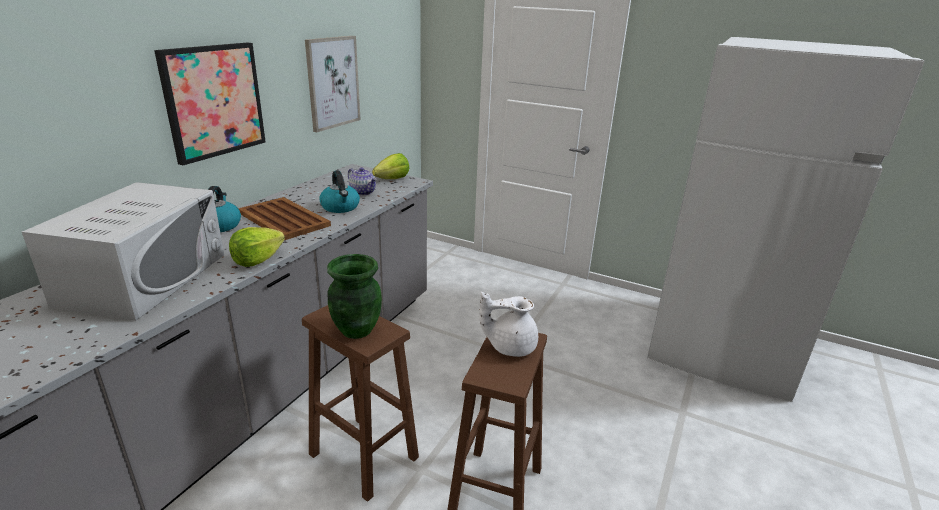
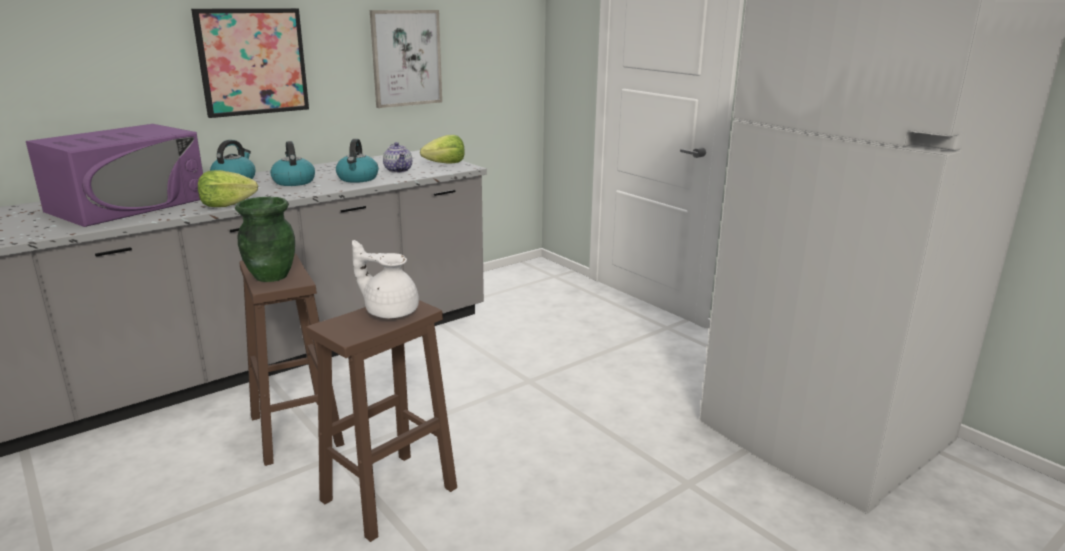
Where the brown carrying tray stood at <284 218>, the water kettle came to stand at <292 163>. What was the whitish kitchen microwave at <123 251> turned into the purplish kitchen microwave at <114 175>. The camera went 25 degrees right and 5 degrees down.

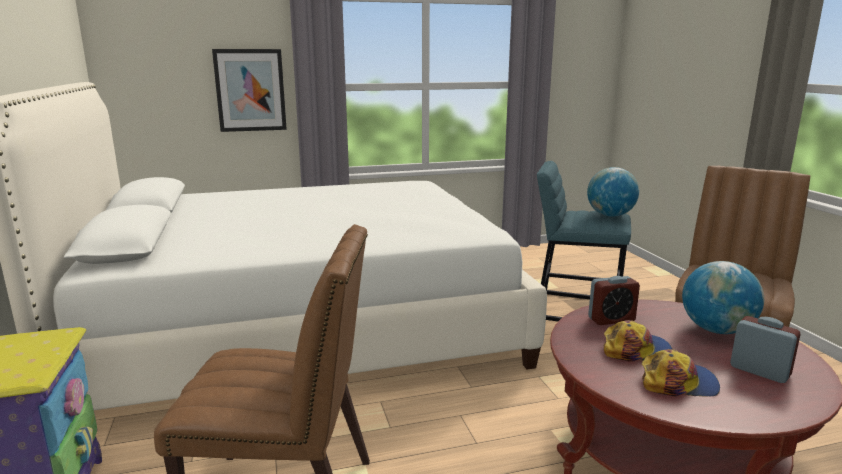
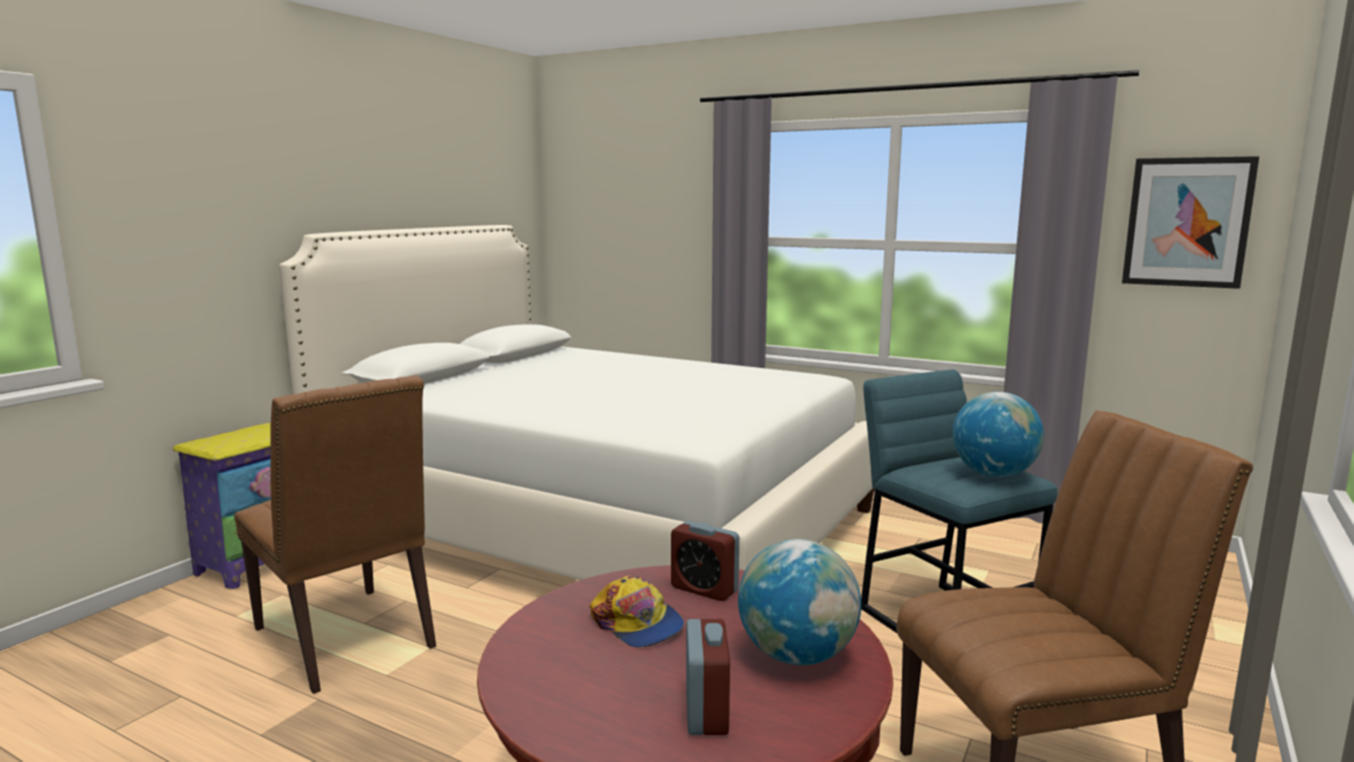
The second view lost the cap at <681 373>. The wall picture ended up elsewhere, having gone from <249 90> to <1190 222>. The camera went 45 degrees right and 5 degrees down.

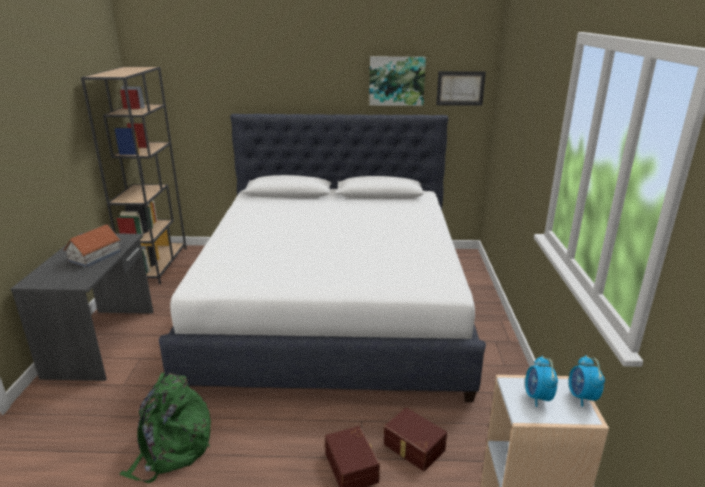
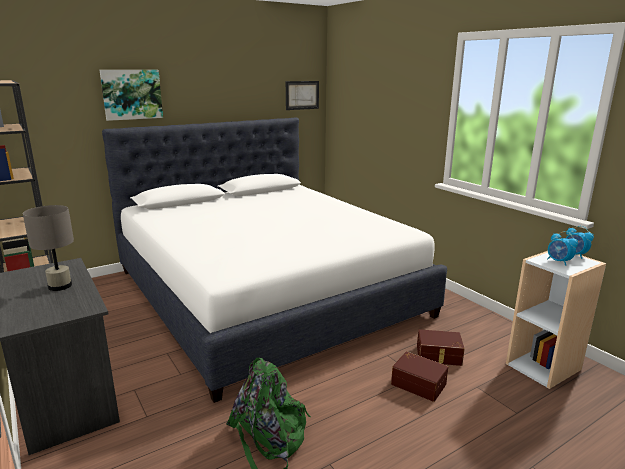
The wall picture ended up elsewhere, having gone from <397 81> to <131 95>. Where the model house stood at <92 246>, the greyish tabletop lamp came to stand at <48 248>. The camera went 35 degrees left and 5 degrees down.

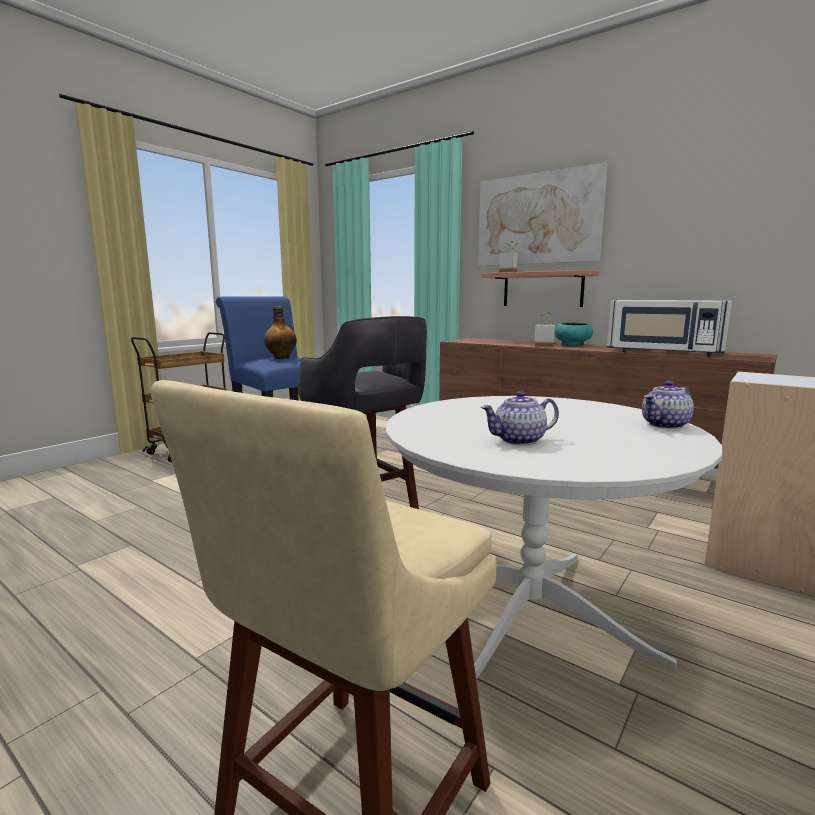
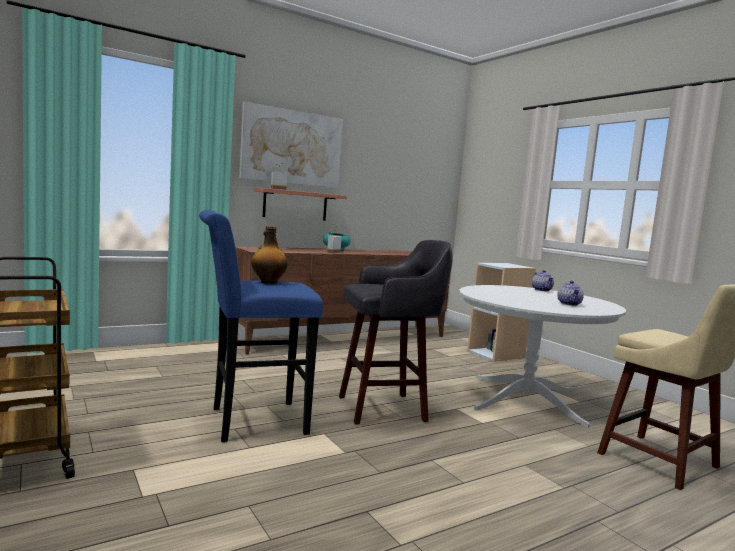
The second view lost the whitish kitchen microwave at <669 328>. The camera went 70 degrees left and 5 degrees down.

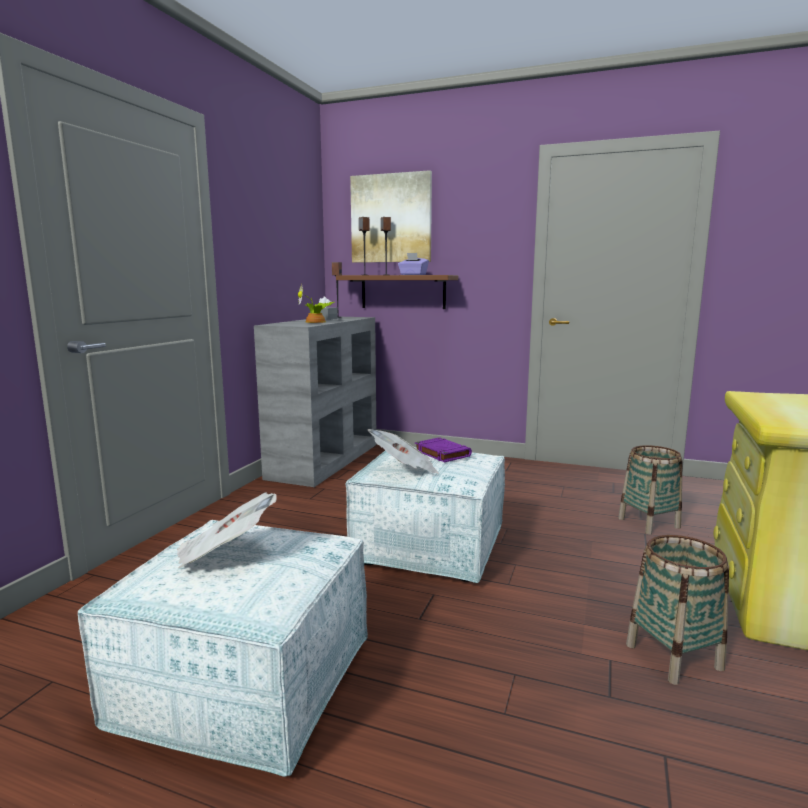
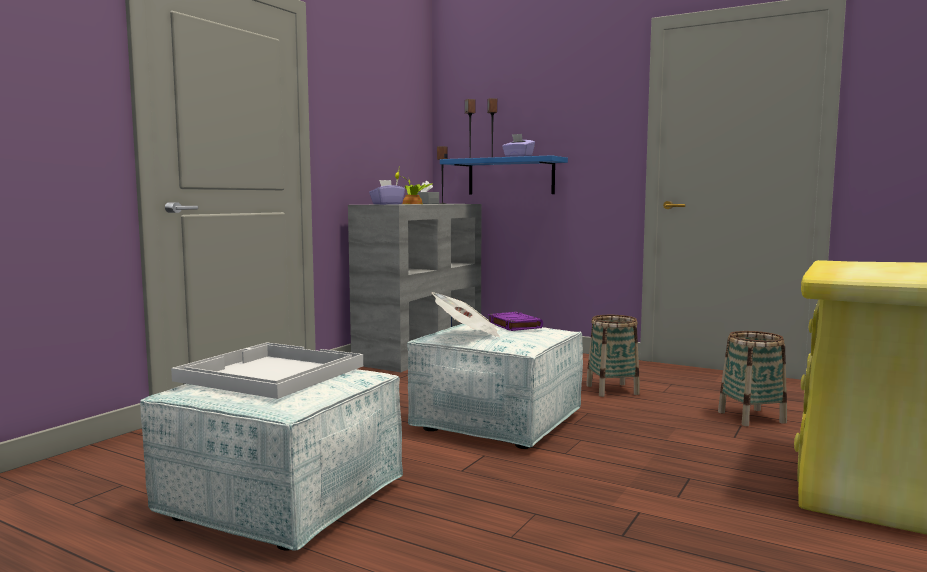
The second view lost the wall picture at <391 216>. The second view gained the purplish tissue box at <387 192>. The household basket ended up elsewhere, having gone from <677 610> to <613 356>. Where the newspaper stood at <227 530>, the whitish carrying tray came to stand at <267 370>. What was the brown wall shelf at <397 292> turned into the bluish wall shelf at <504 174>. The camera went 10 degrees right and 5 degrees down.

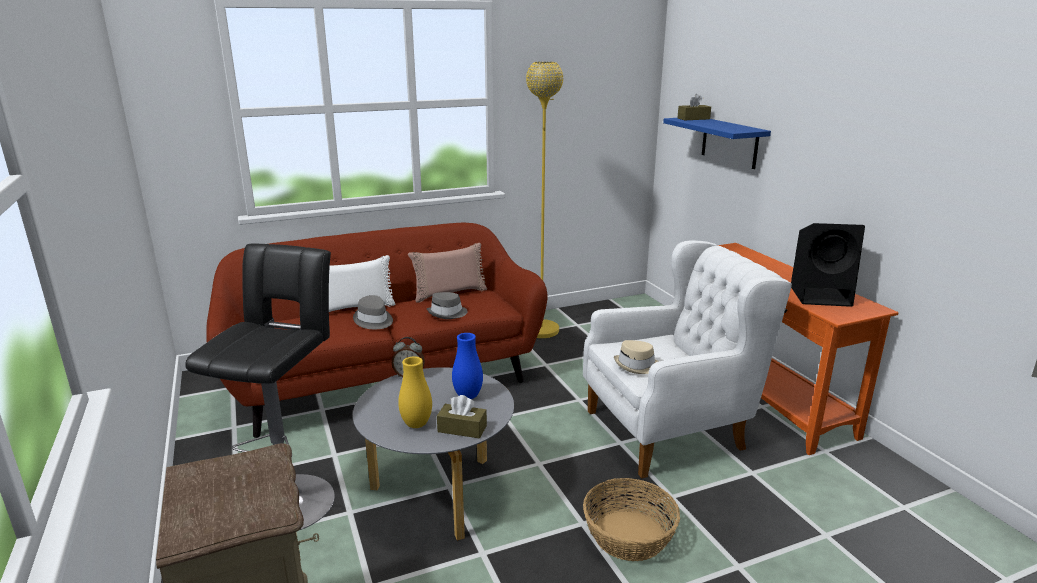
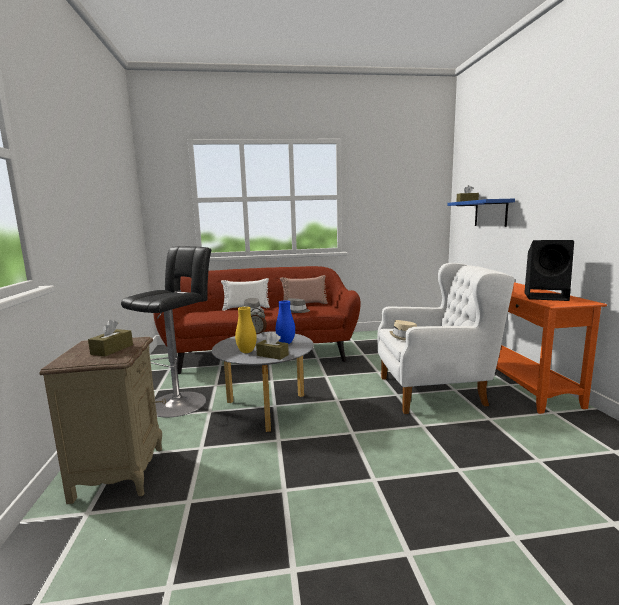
The second view lost the yellow standard lamp at <544 200>. The second view lost the household basket at <631 519>. The second view gained the brown tissue box at <110 338>. The camera went 15 degrees right and 10 degrees down.

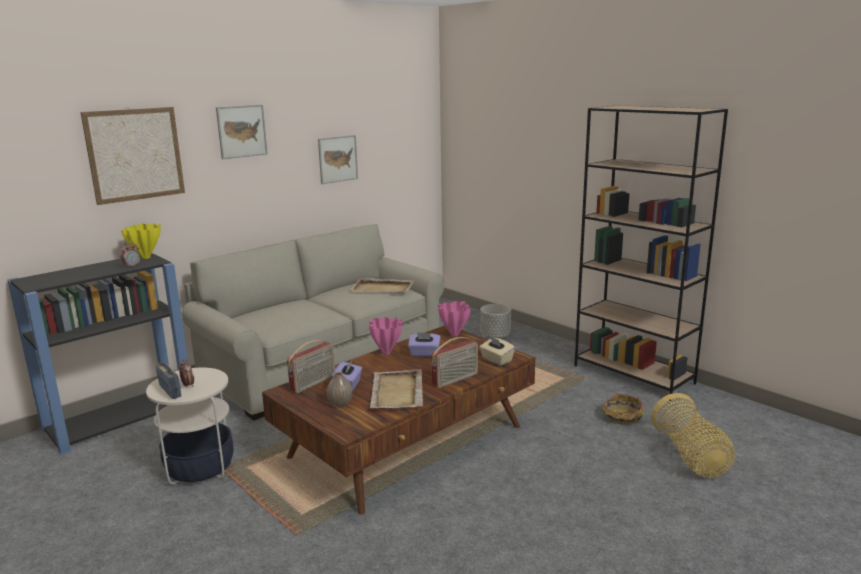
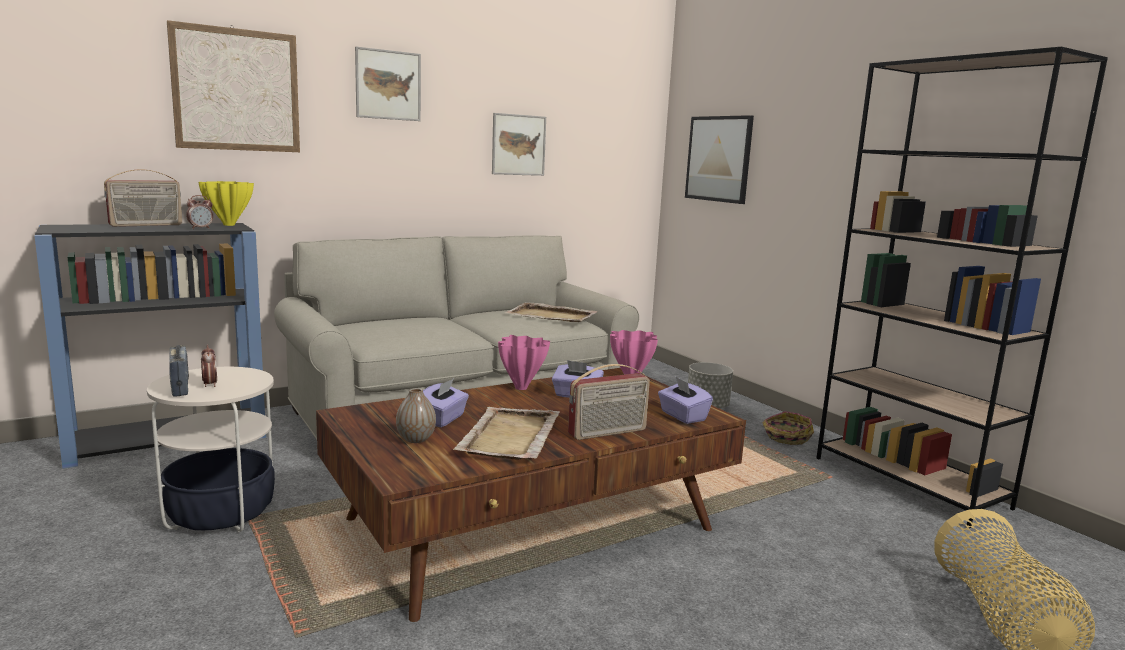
The second view gained the wall picture at <719 159>. The radio set ended up elsewhere, having gone from <311 366> to <143 198>. The household basket ended up elsewhere, having gone from <623 409> to <788 428>. What was the sand-coloured tissue box at <497 351> turned into the purplish tissue box at <685 400>. The camera went 10 degrees right and 5 degrees down.

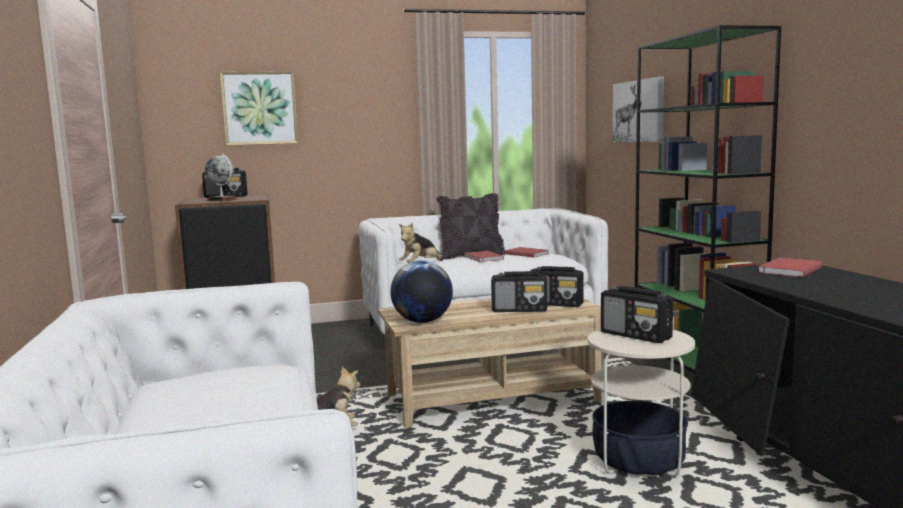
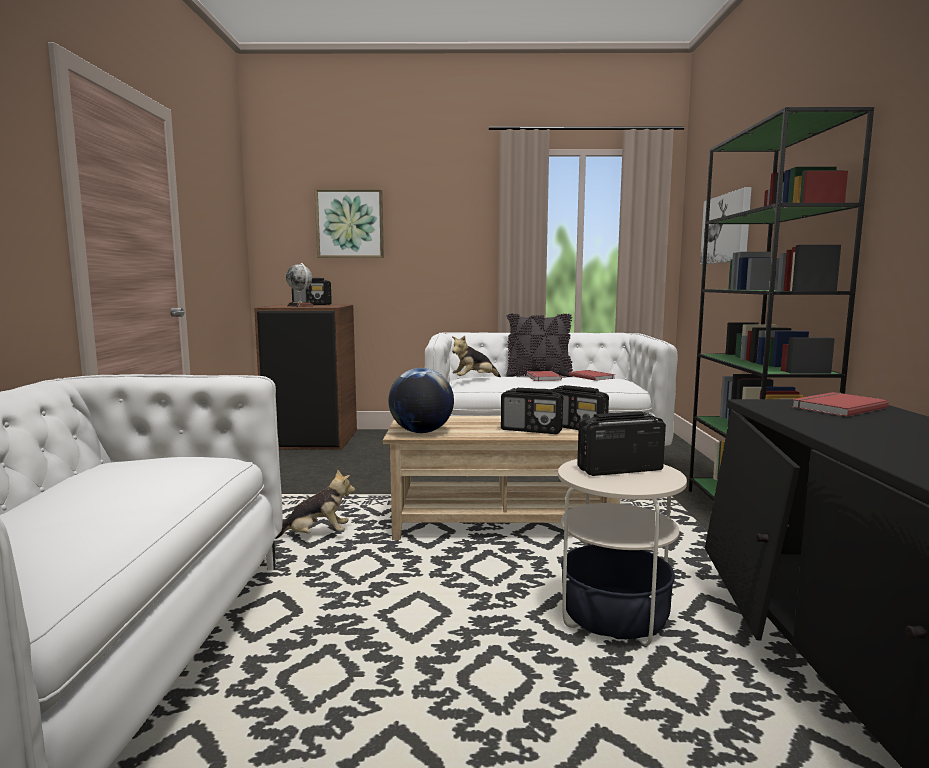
The radio set at <637 314> ended up facing another way, 105 degrees clockwise from before. The camera went 15 degrees right and 0 degrees up.

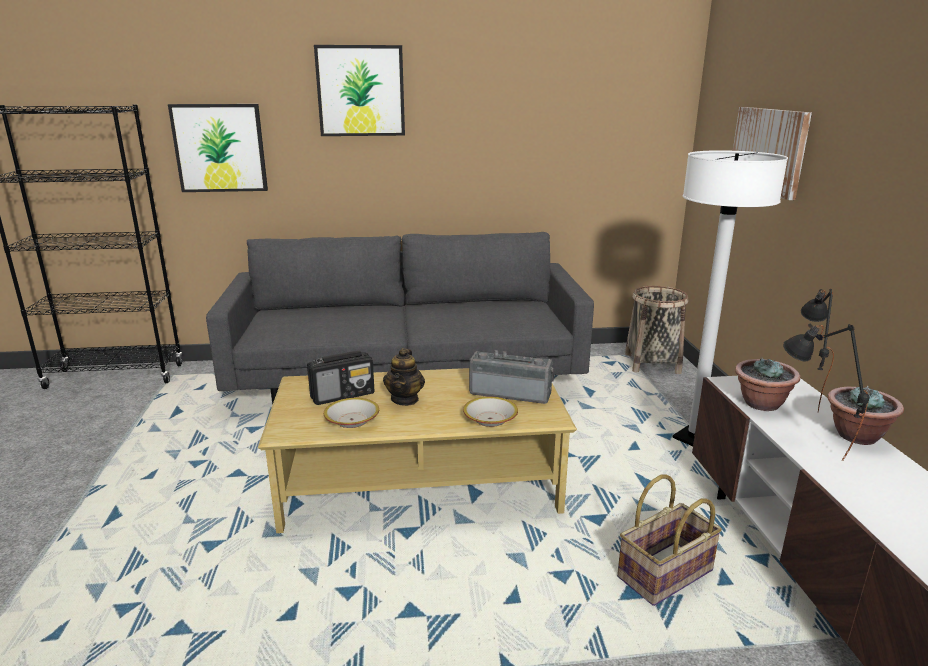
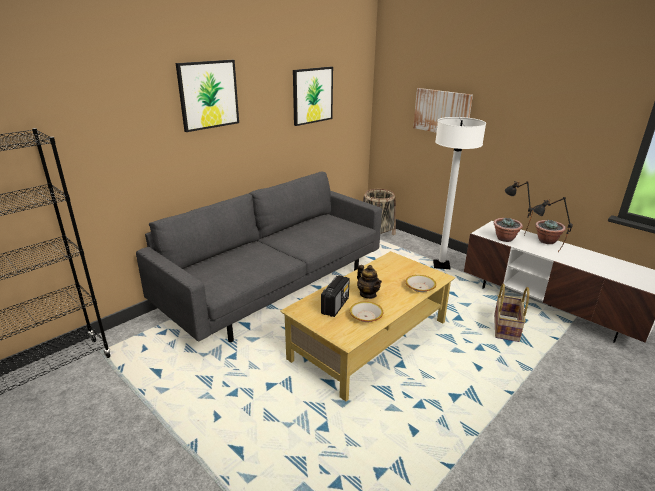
The second view lost the radio set at <511 377>. The wall picture ended up elsewhere, having gone from <218 148> to <313 96>. The camera went 40 degrees left and 5 degrees up.

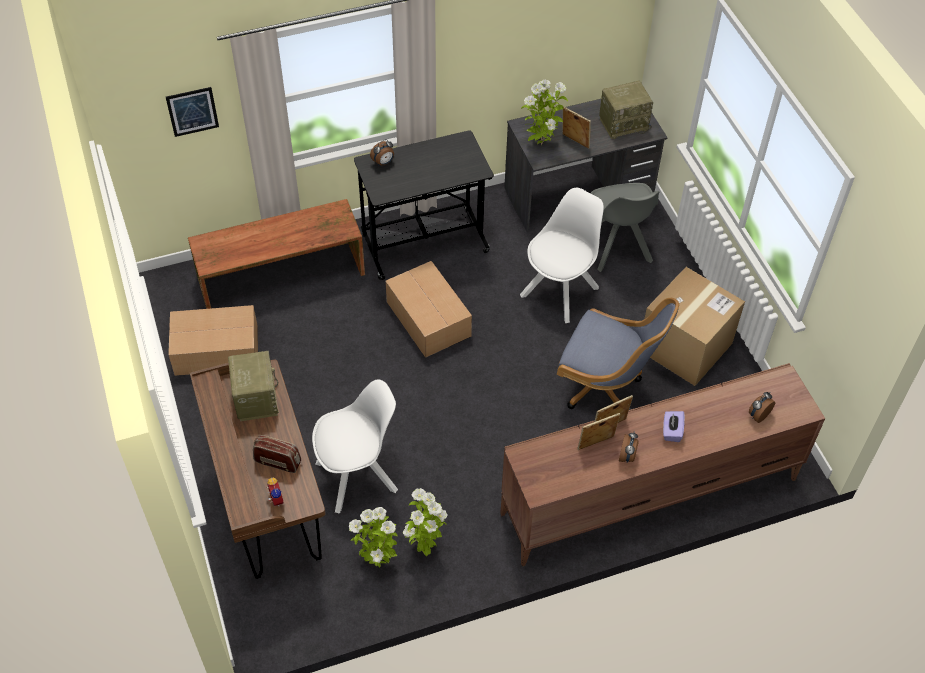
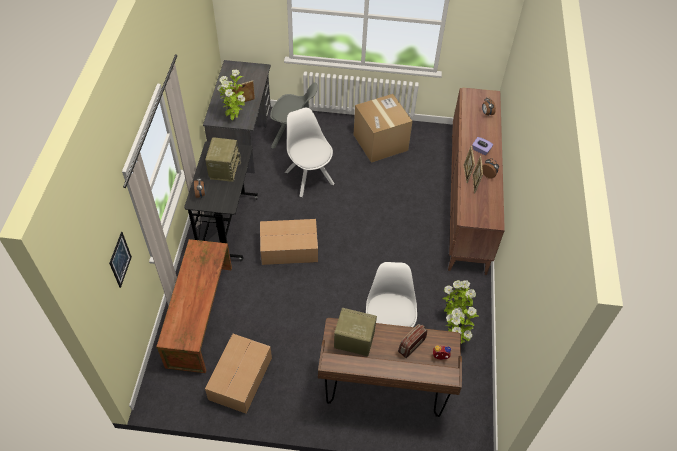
The second view lost the bluish desk chair at <618 353>. The radio set ended up elsewhere, having gone from <626 109> to <223 159>. The camera went 65 degrees left and 0 degrees up.

